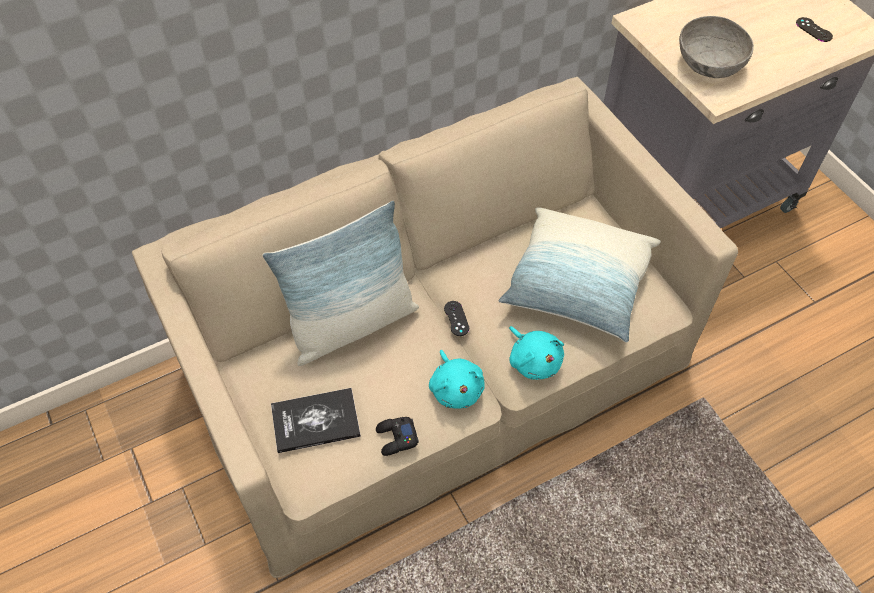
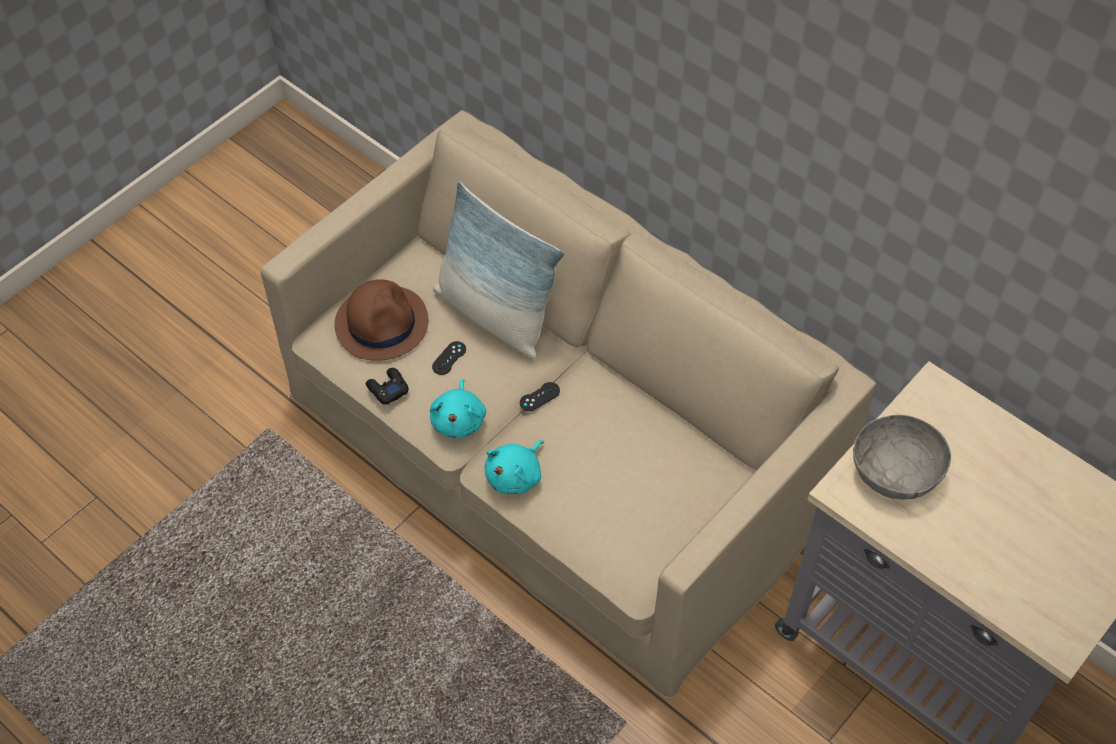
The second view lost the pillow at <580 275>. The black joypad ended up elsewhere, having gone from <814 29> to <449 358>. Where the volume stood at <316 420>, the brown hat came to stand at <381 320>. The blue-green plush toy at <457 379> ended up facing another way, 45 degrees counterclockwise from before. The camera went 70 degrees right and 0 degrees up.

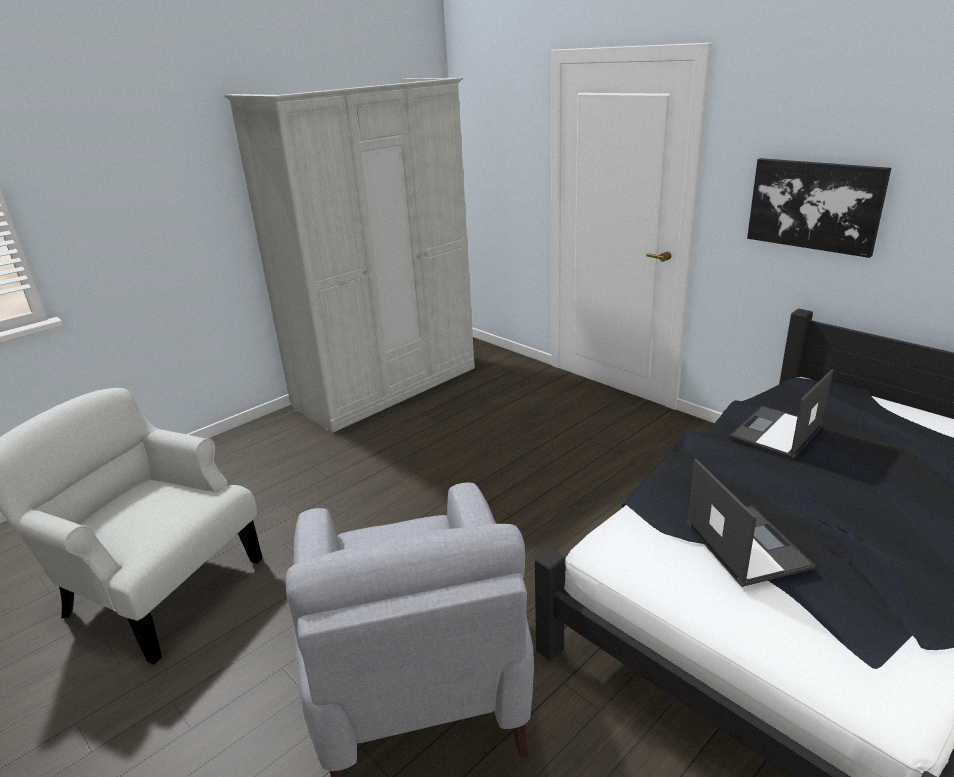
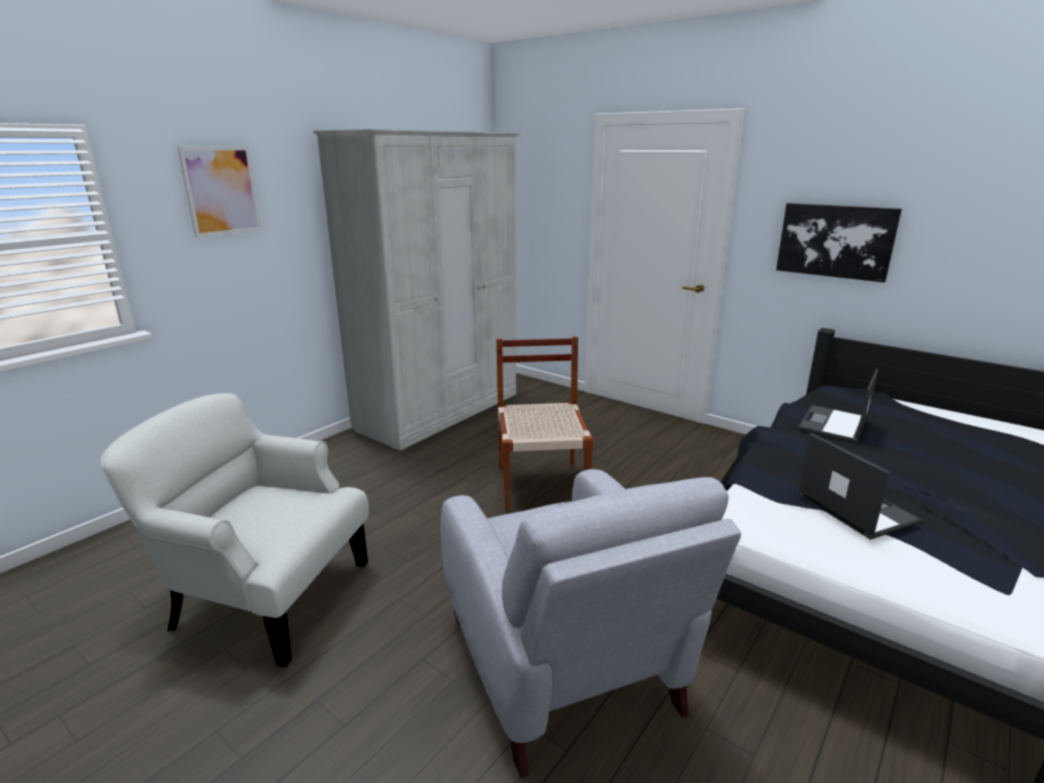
The second view gained the wall picture at <220 192>. The second view gained the upright chair at <544 423>. The camera went 10 degrees left and 5 degrees down.

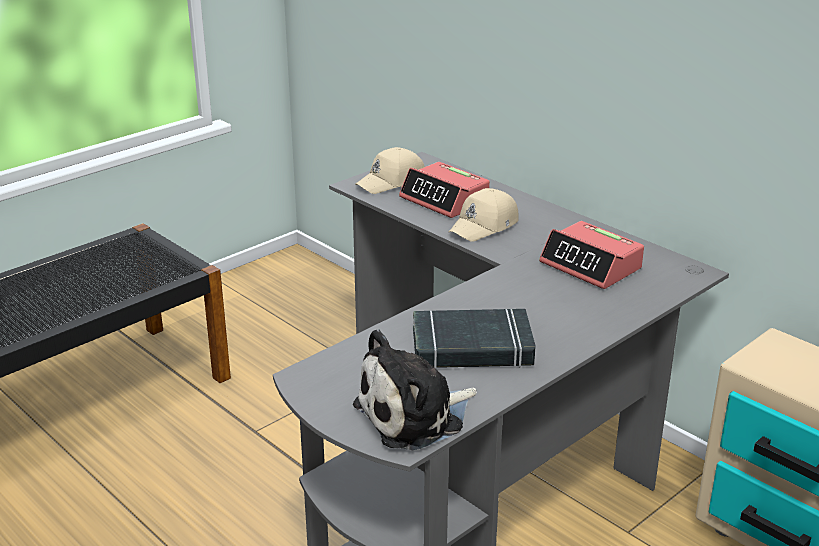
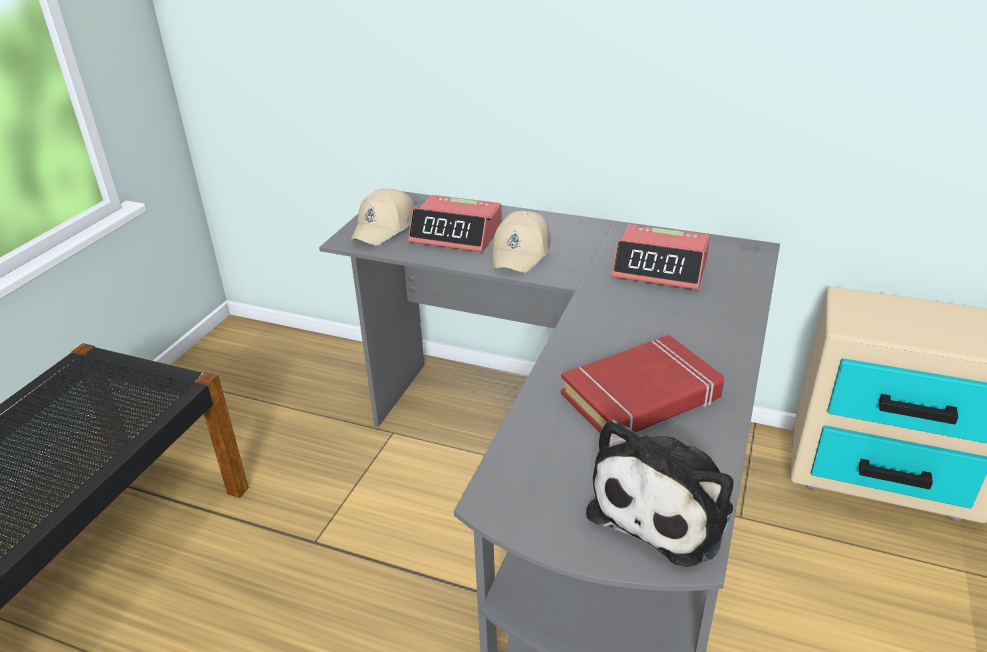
What was the black volume at <474 338> turned into the reddish volume at <642 384>. The camera went 25 degrees left and 5 degrees up.

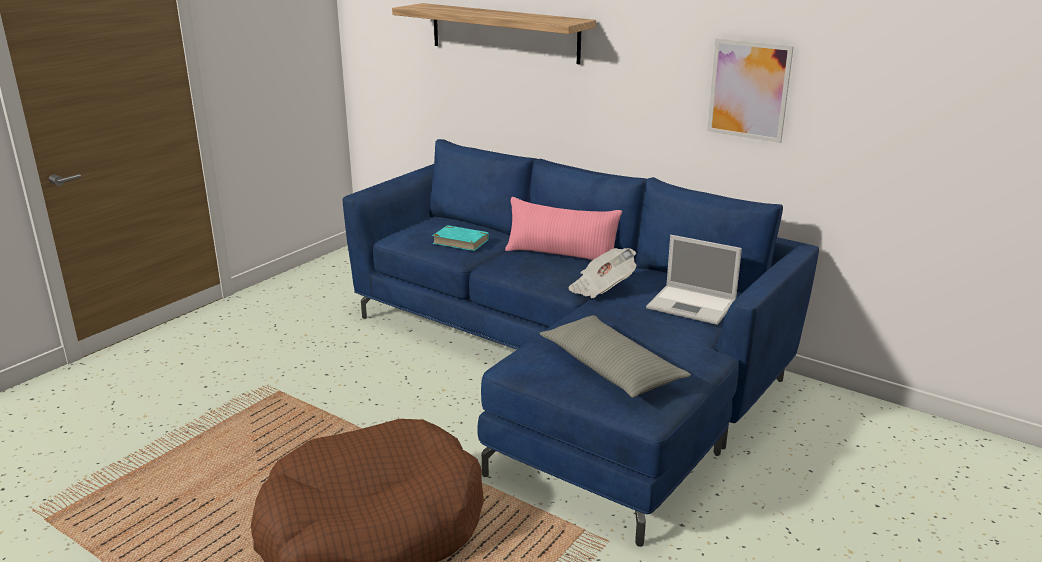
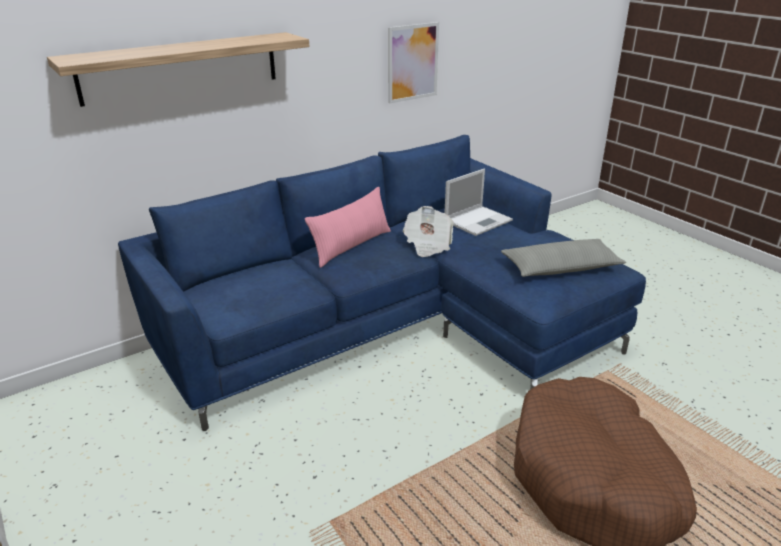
The second view lost the blue-green volume at <460 238>. The camera went 70 degrees left and 5 degrees up.

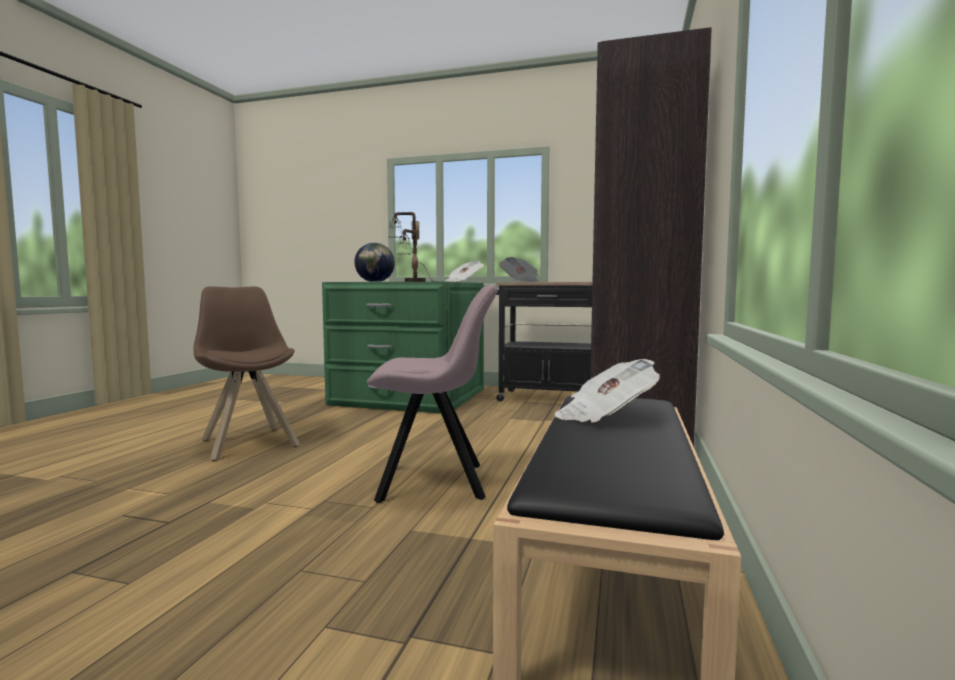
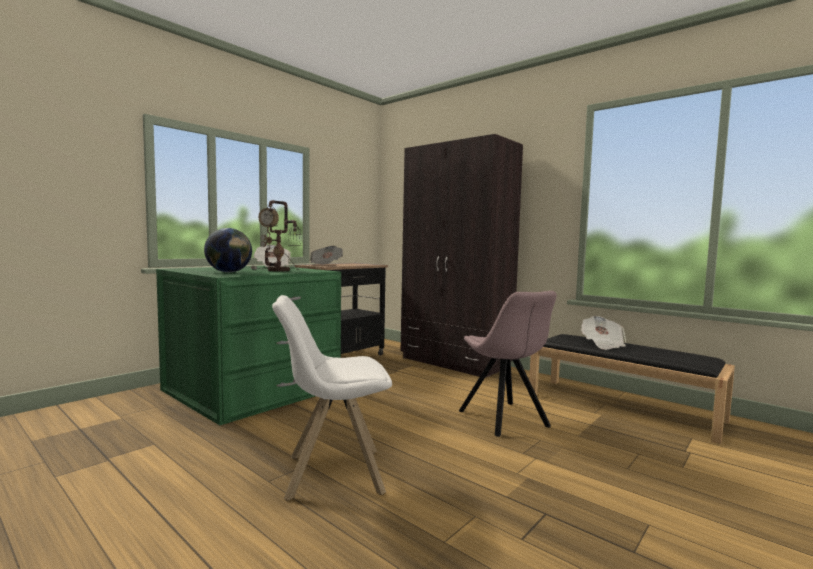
What was the brown upright chair at <247 373> turned into the whitish upright chair at <332 398>. The pink upright chair at <432 394> ended up facing another way, 135 degrees clockwise from before. The camera went 65 degrees left and 0 degrees up.

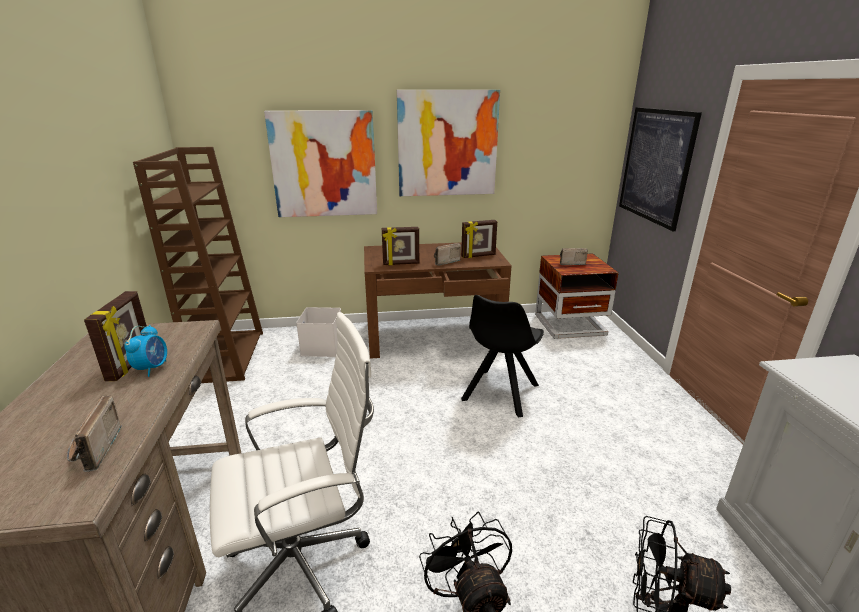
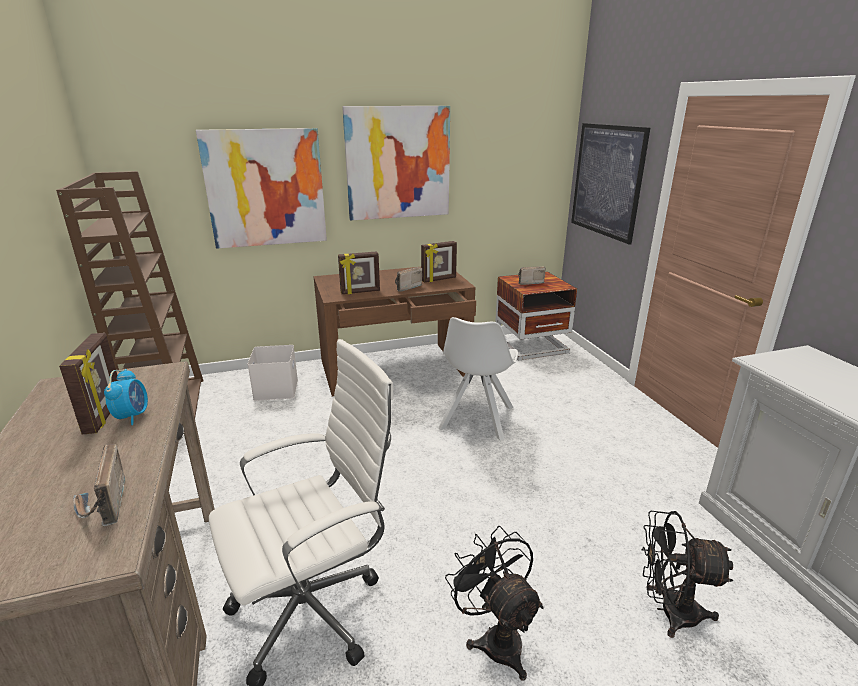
What was the black upright chair at <502 356> turned into the whitish upright chair at <478 378>. The camera went 10 degrees left and 0 degrees up.

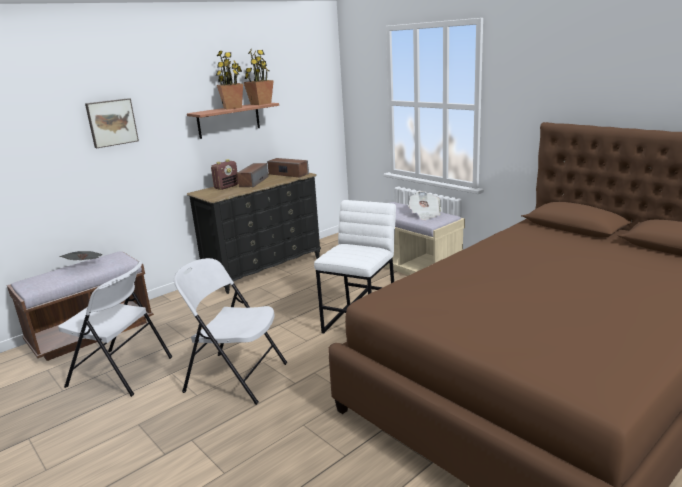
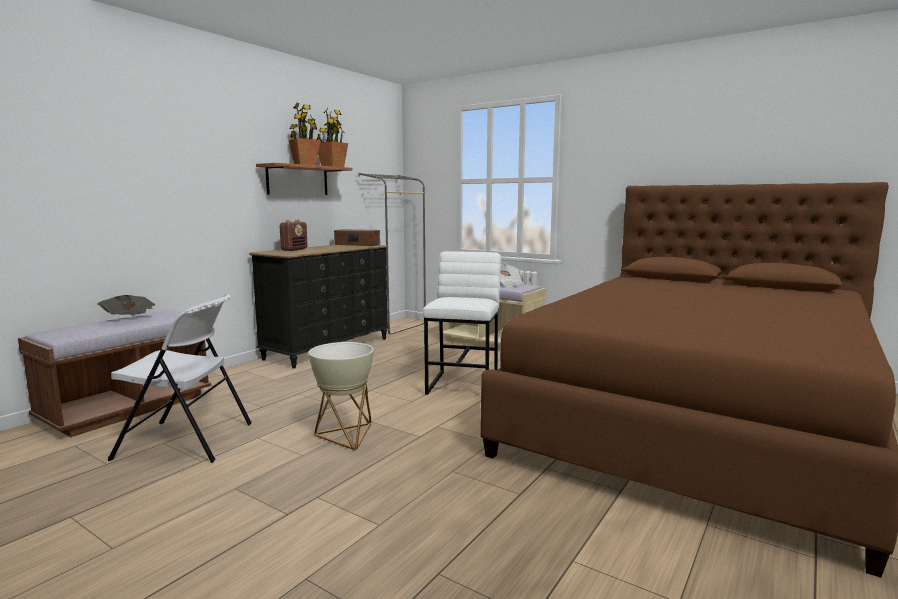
The second view lost the wall picture at <112 123>. The second view lost the loudspeaker at <252 175>. The second view gained the greyish garment stand at <392 253>. Where the whitish upright chair stood at <230 331>, the planter came to stand at <341 396>. The camera went 15 degrees left and 10 degrees down.

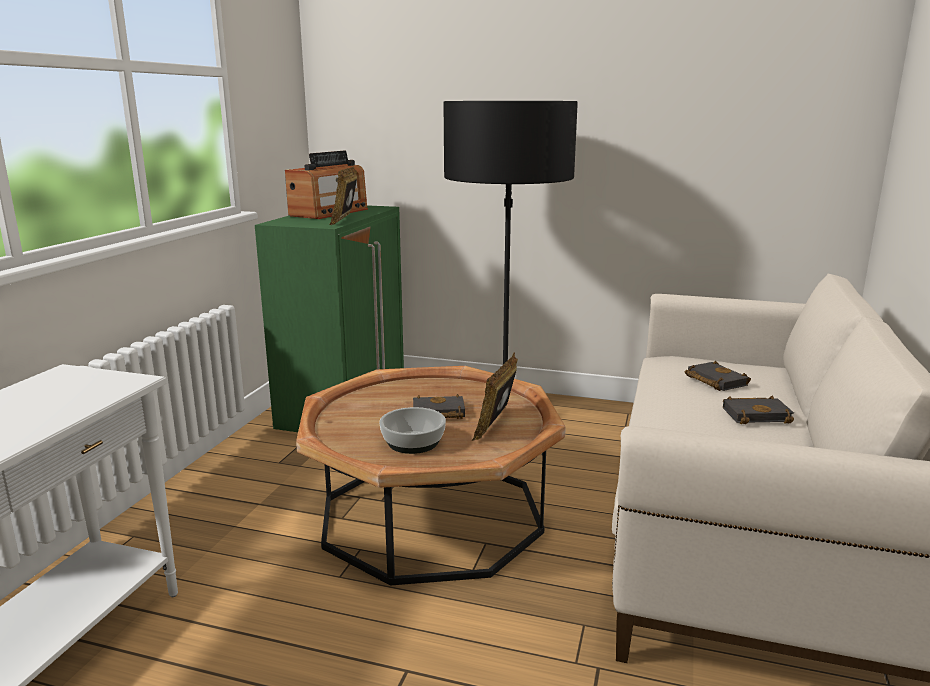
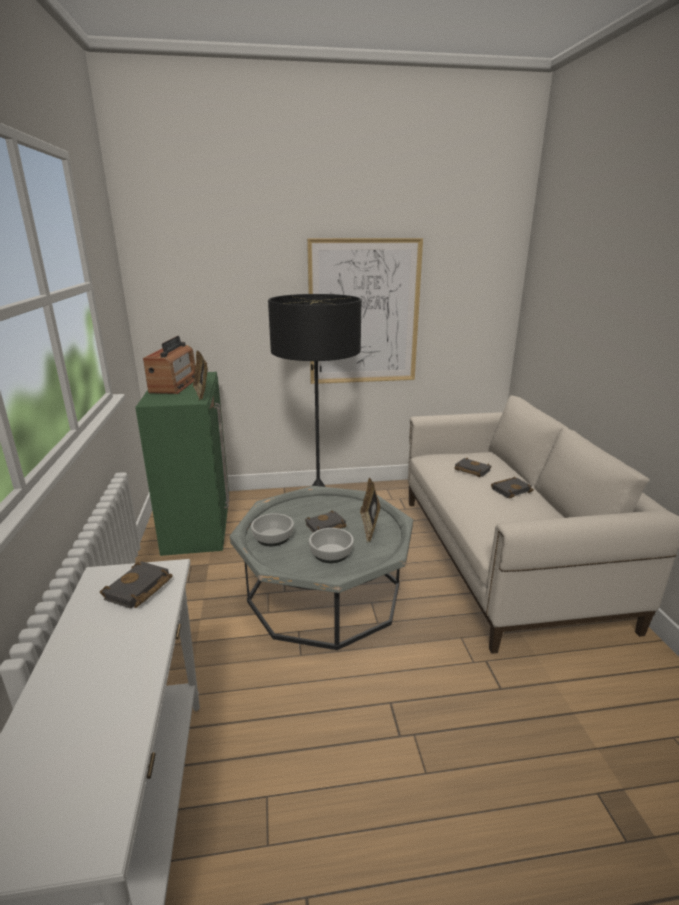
The second view gained the black volume at <136 585>. The second view gained the deep dish at <272 529>. The second view gained the wall picture at <365 311>. What was the brown lounge table at <431 476> turned into the greyish lounge table at <321 568>. The camera went 25 degrees left and 5 degrees up.

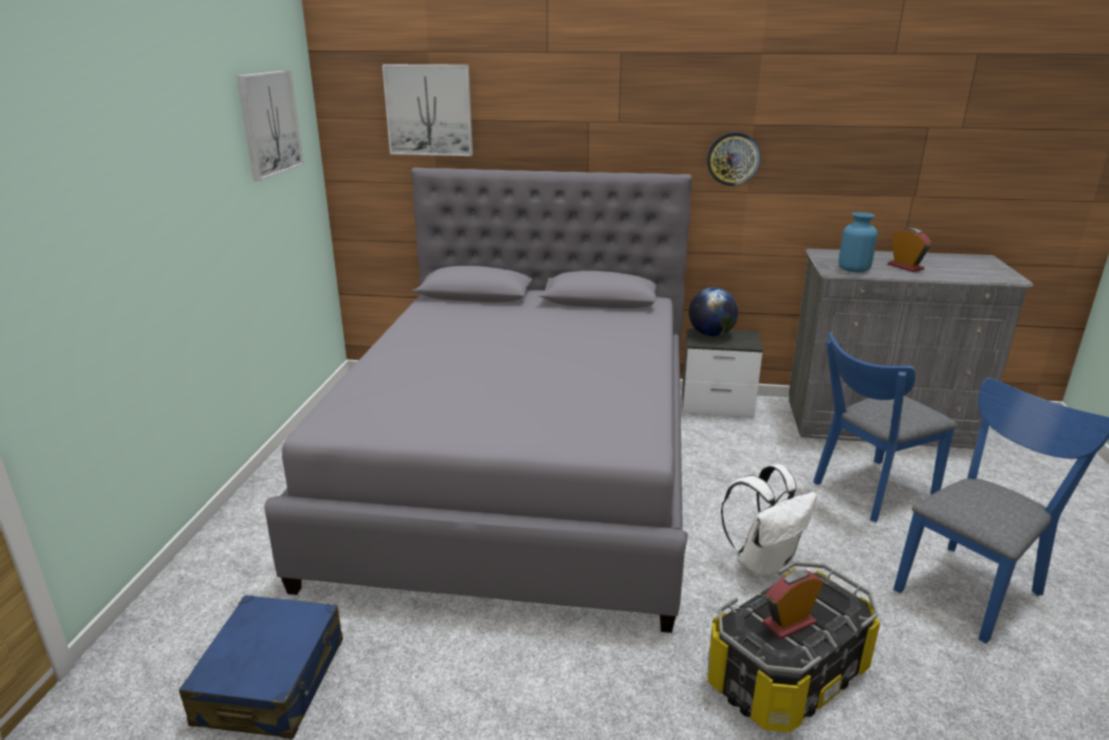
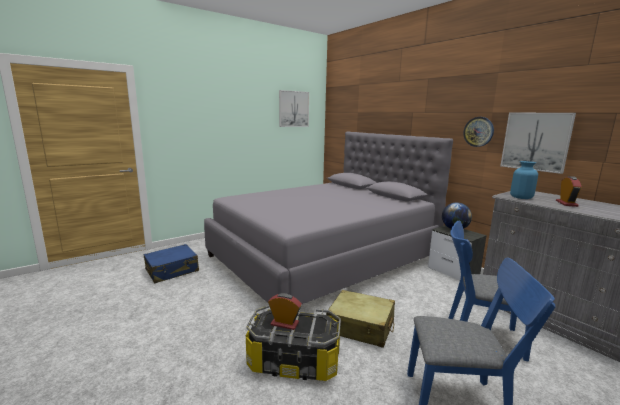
The wall picture ended up elsewhere, having gone from <427 110> to <538 143>. Where the whitish knapsack stood at <769 521>, the sand-coloured piece of luggage came to stand at <360 319>. The camera went 45 degrees right and 10 degrees down.

